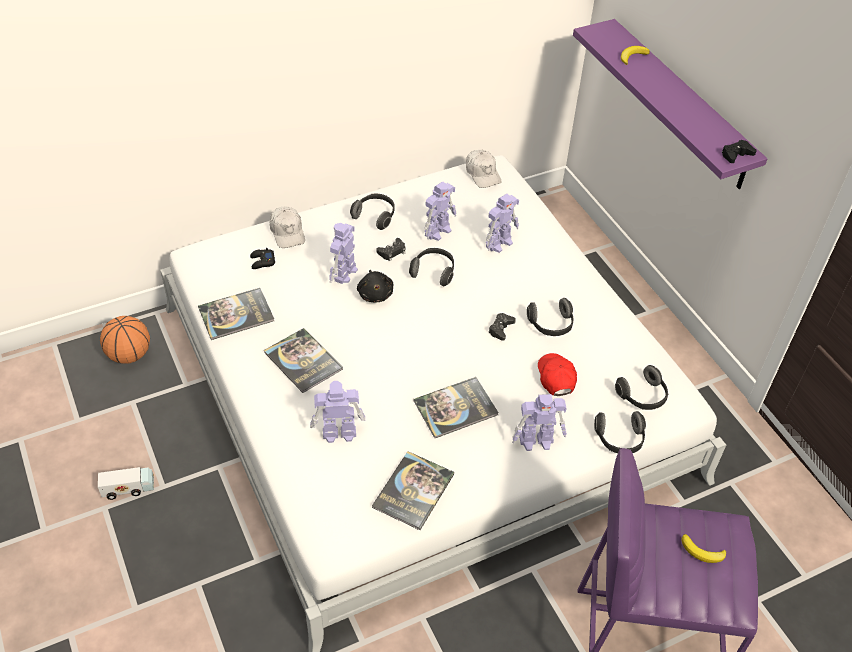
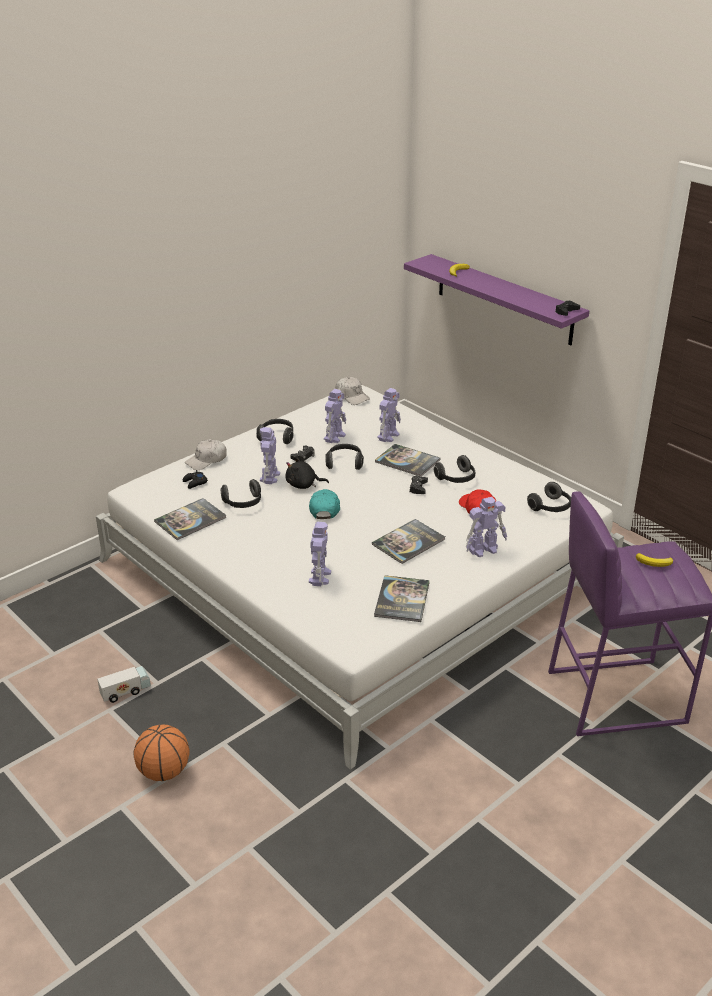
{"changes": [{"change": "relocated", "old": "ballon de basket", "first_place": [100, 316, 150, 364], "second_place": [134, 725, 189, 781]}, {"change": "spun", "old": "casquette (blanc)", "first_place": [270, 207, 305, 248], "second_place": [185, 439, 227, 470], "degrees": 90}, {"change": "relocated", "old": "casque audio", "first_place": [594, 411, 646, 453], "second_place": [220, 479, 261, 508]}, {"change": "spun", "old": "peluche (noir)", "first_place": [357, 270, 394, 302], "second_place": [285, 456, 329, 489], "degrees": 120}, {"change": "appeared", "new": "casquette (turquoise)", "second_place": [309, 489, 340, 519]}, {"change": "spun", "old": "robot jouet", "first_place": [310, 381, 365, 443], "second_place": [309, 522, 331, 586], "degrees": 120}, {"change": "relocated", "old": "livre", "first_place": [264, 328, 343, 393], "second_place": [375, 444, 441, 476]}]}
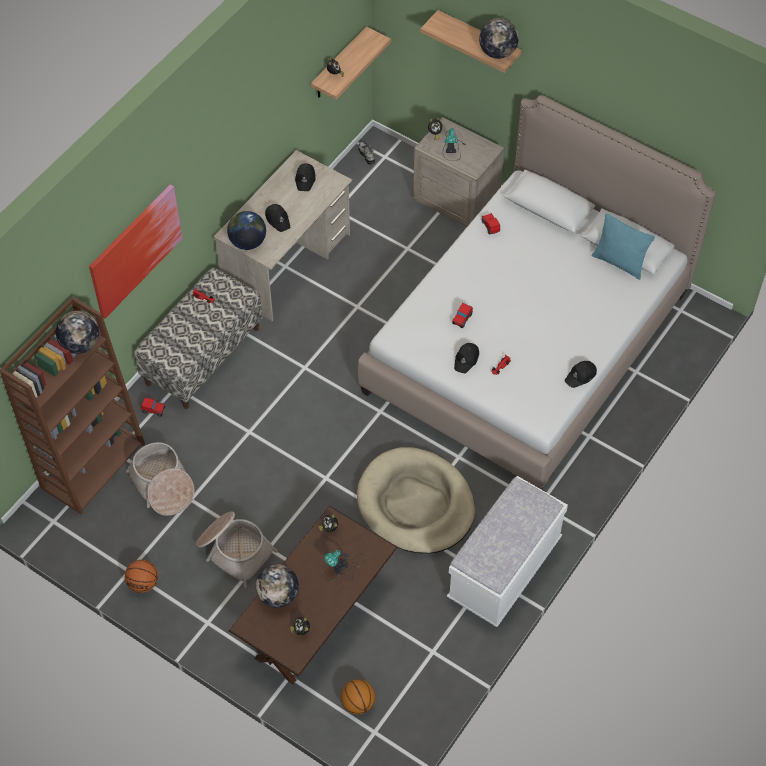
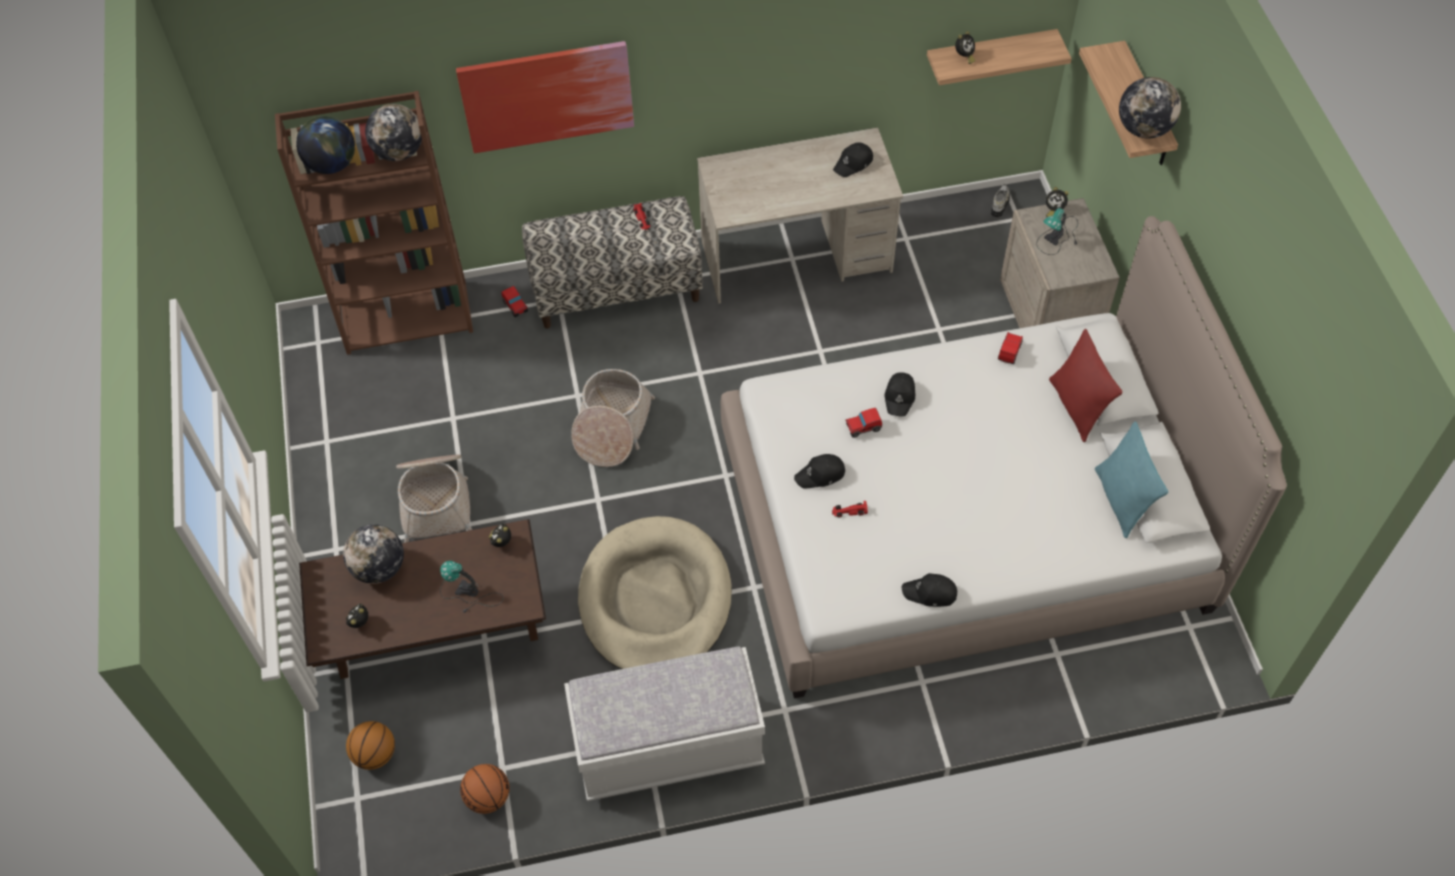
{"changes": [{"change": "relocated", "old": "globe", "first_place": [227, 211, 266, 250], "second_place": [296, 116, 355, 174]}, {"change": "relocated", "old": "ballon de basket", "first_place": [125, 560, 158, 593], "second_place": [460, 764, 509, 814]}, {"change": "relocated", "old": "panier", "first_place": [126, 442, 195, 516], "second_place": [571, 369, 655, 467]}, {"change": "relocated", "old": "casquette (noir)", "first_place": [265, 204, 290, 232], "second_place": [884, 372, 915, 416]}, {"change": "appeared", "new": "coussin (rouge)", "second_place": [1049, 328, 1123, 442]}]}
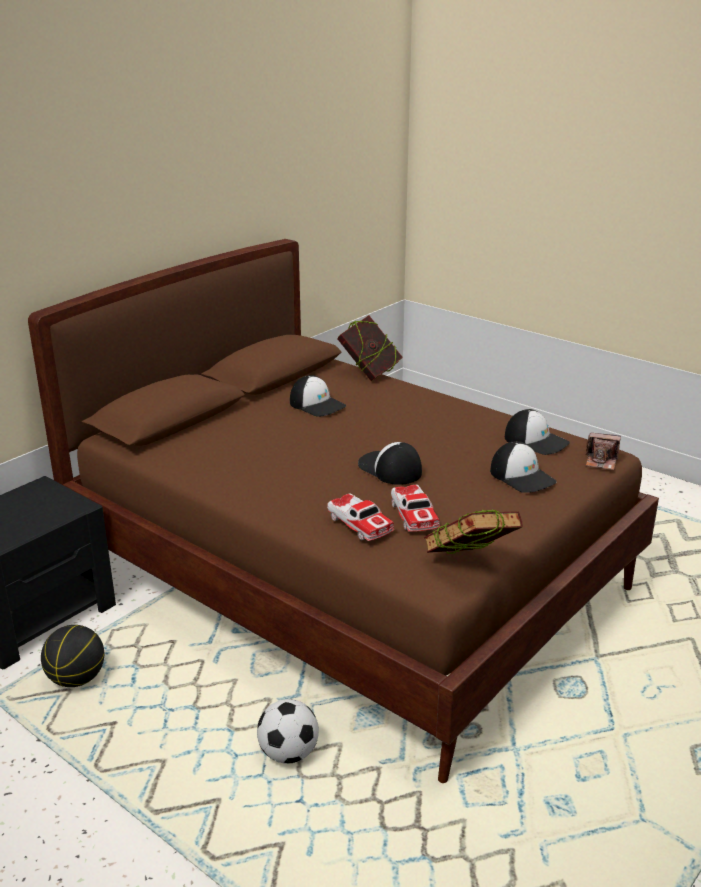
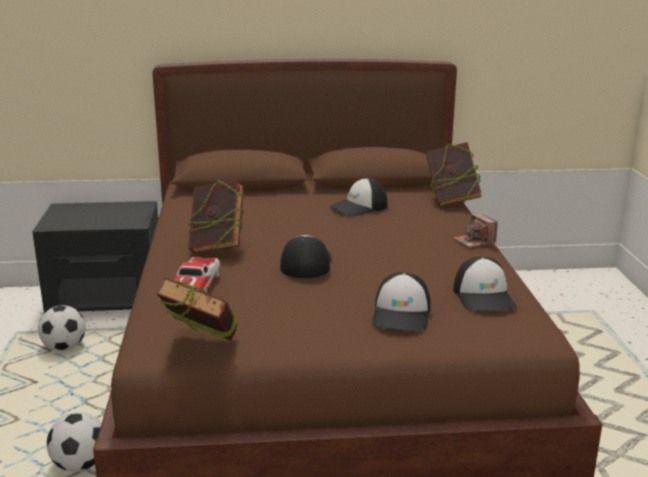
{"changes": [{"change": "exchanged", "old": "ballon de basket", "new": "ballon de foot", "first_place": [41, 625, 104, 687], "second_place": [38, 305, 86, 351]}, {"change": "appeared", "new": "livre", "second_place": [188, 179, 245, 253]}, {"change": "spun", "old": "casquette", "first_place": [290, 375, 346, 417], "second_place": [330, 178, 387, 216], "degrees": 60}, {"change": "relocated", "old": "appareil photo", "first_place": [586, 433, 621, 470], "second_place": [453, 213, 498, 248]}, {"change": "missing", "old": "petite voiture", "first_place": [391, 485, 440, 532]}]}
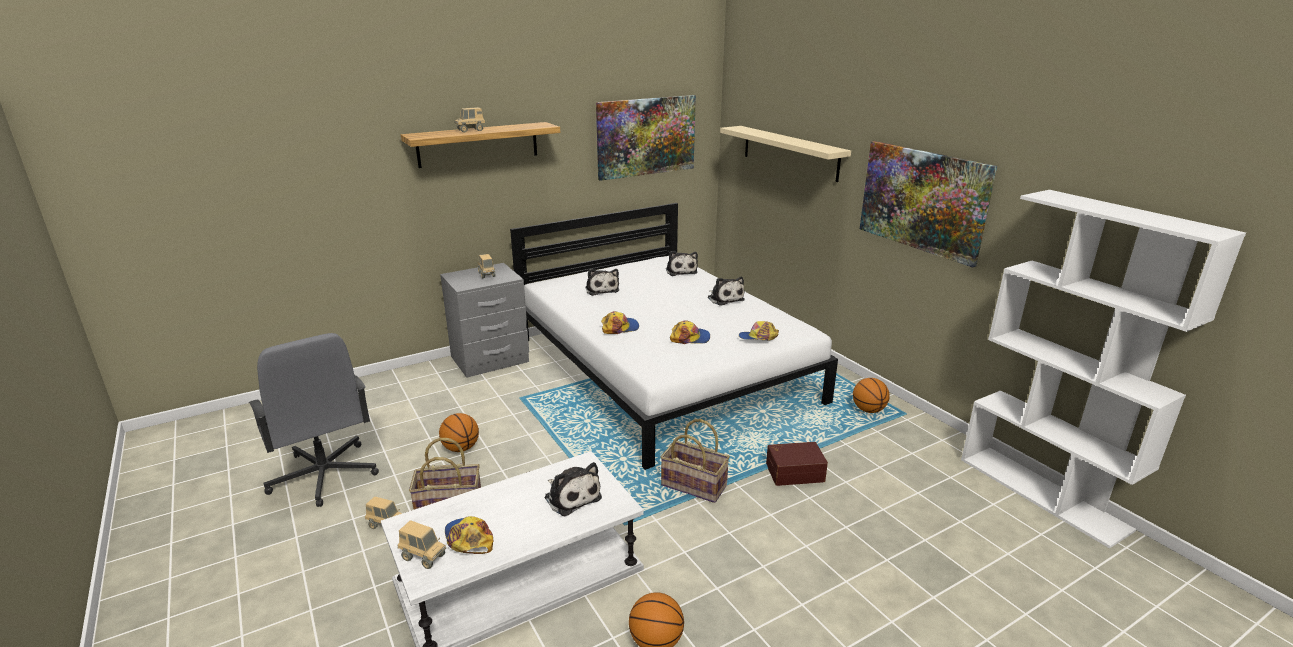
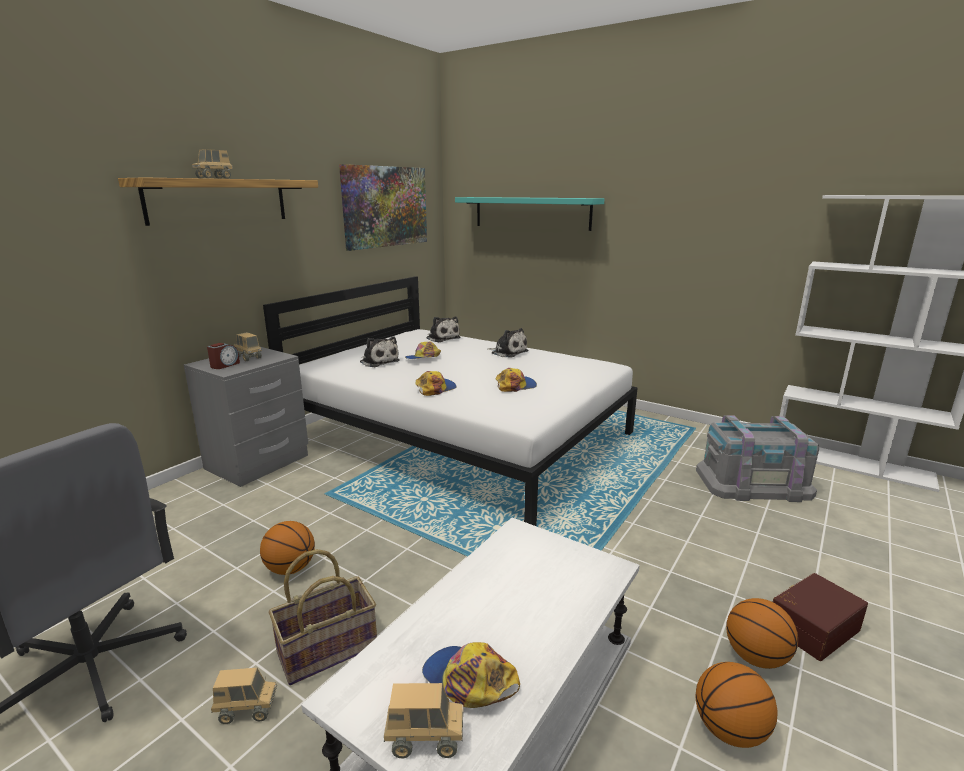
{"changes": [{"change": "appeared", "new": "réveil", "second_place": [207, 343, 240, 369]}, {"change": "relocated", "old": "casquette", "first_place": [739, 321, 779, 340], "second_place": [405, 342, 441, 359]}, {"change": "colour", "old": "étagère (beige)", "new": "étagère (turquoise)", "first_place": [720, 126, 851, 182], "second_place": [455, 197, 604, 231]}, {"change": "appeared", "new": "boîte de rangement (gris)", "second_place": [696, 415, 819, 502]}, {"change": "relocated", "old": "ballon de basket", "first_place": [853, 378, 890, 413], "second_place": [726, 598, 798, 669]}, {"change": "relocated", "old": "boîte de rangement (marron)", "first_place": [766, 442, 828, 486], "second_place": [773, 573, 868, 661]}, {"change": "missing", "old": "peluche", "first_place": [544, 462, 602, 516]}, {"change": "missing", "old": "panier", "first_place": [660, 419, 730, 503]}, {"change": "missing", "old": "tableau", "first_place": [860, 141, 997, 268]}]}
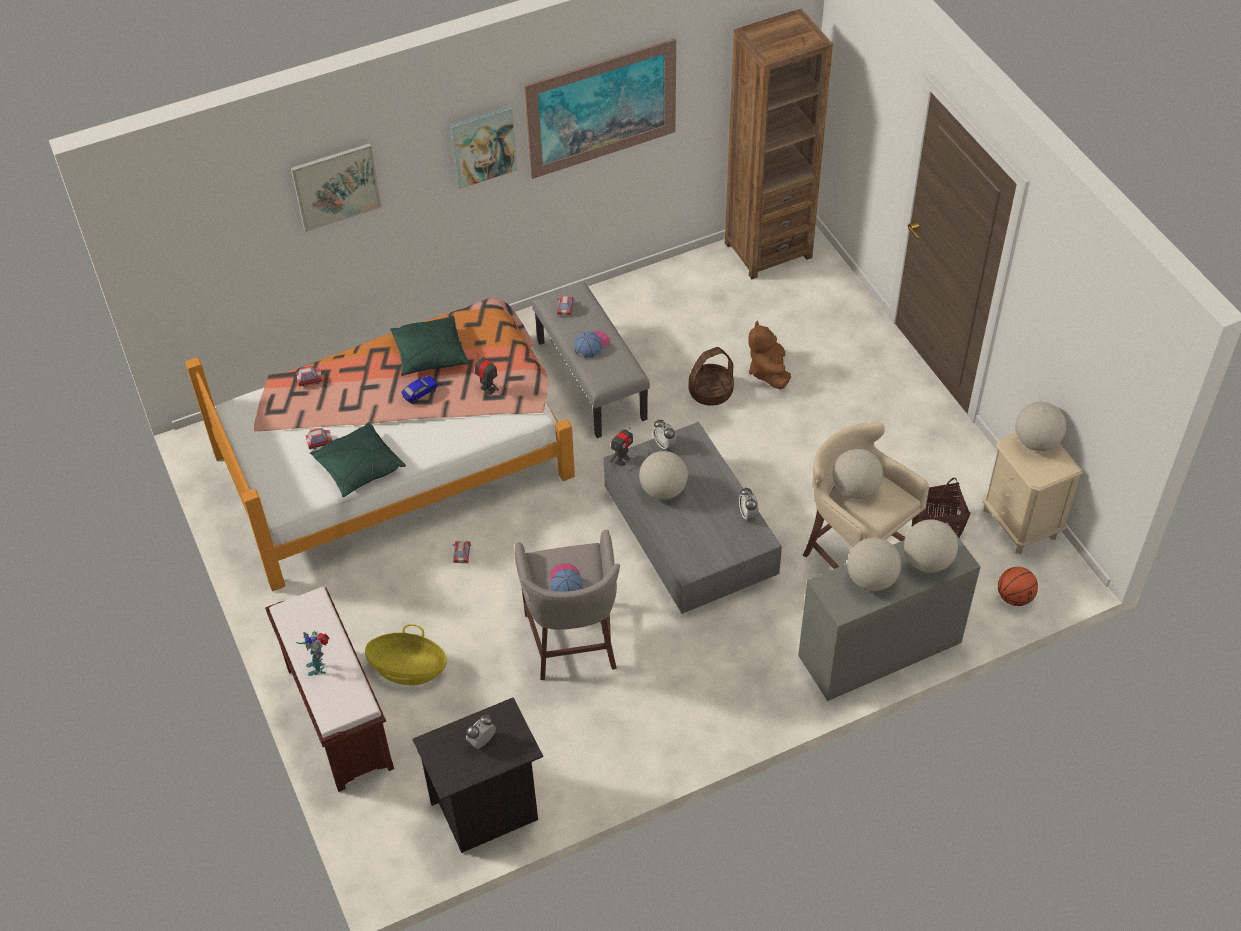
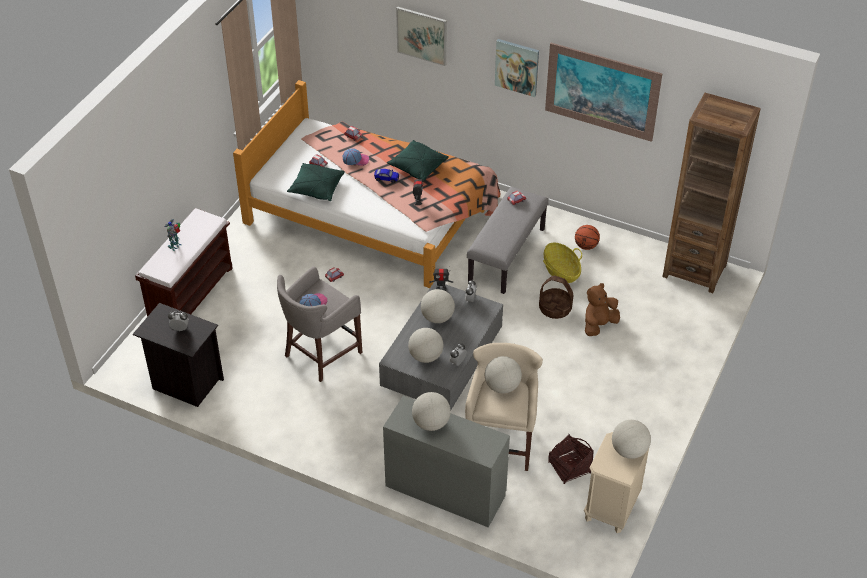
{"changes": [{"change": "relocated", "old": "casquette", "first_place": [574, 331, 610, 358], "second_place": [342, 148, 369, 166]}, {"change": "relocated", "old": "globe", "first_place": [904, 520, 958, 573], "second_place": [408, 328, 443, 363]}, {"change": "relocated", "old": "panier", "first_place": [365, 624, 447, 685], "second_place": [543, 243, 582, 283]}, {"change": "relocated", "old": "ballon de basket", "first_place": [998, 567, 1038, 606], "second_place": [575, 225, 600, 250]}]}
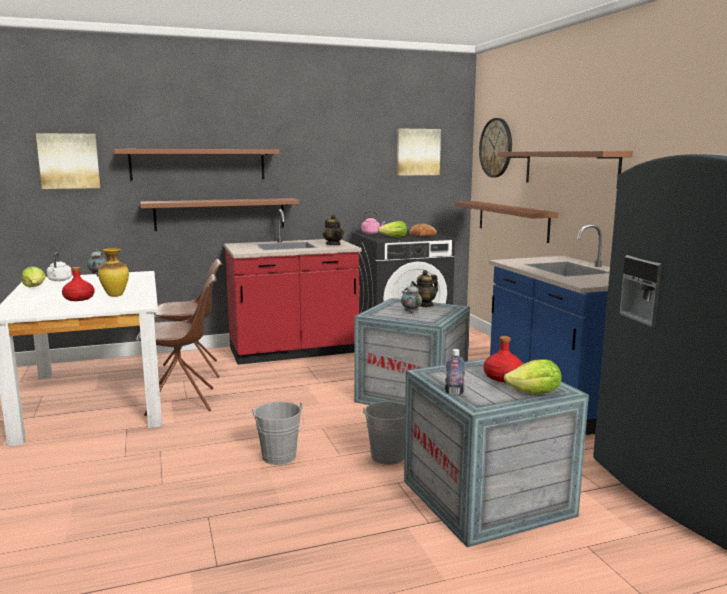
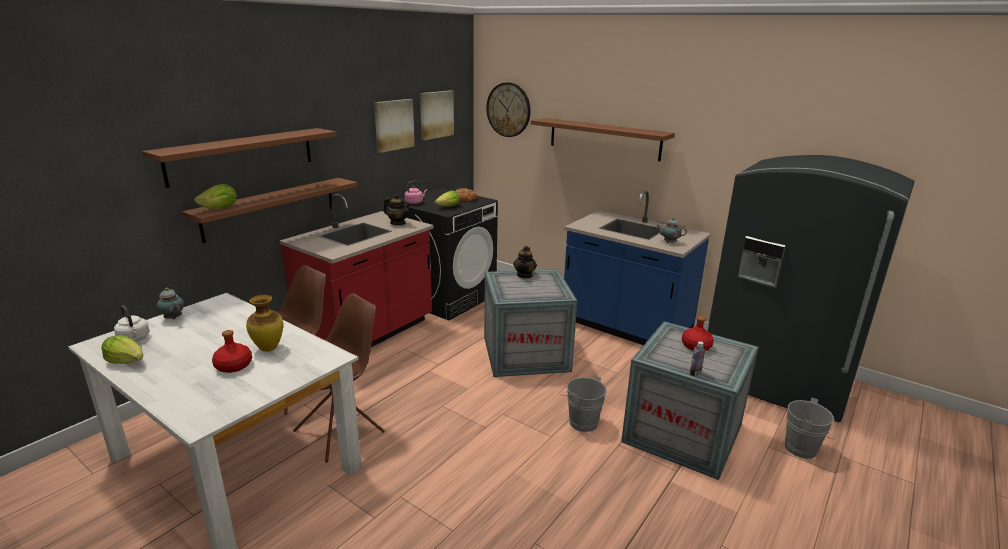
{"changes": [{"change": "relocated", "old": "laitue", "first_place": [504, 359, 561, 394], "second_place": [194, 184, 237, 209]}, {"change": "relocated", "old": "tableau", "first_place": [36, 133, 100, 189], "second_place": [374, 99, 415, 153]}, {"change": "relocated", "old": "théière", "first_place": [401, 284, 422, 314], "second_place": [656, 218, 687, 243]}, {"change": "relocated", "old": "seau (gris)", "first_place": [252, 401, 304, 465], "second_place": [785, 398, 839, 459]}, {"change": "missing", "old": "étagère (marron)", "first_place": [455, 201, 558, 243]}]}
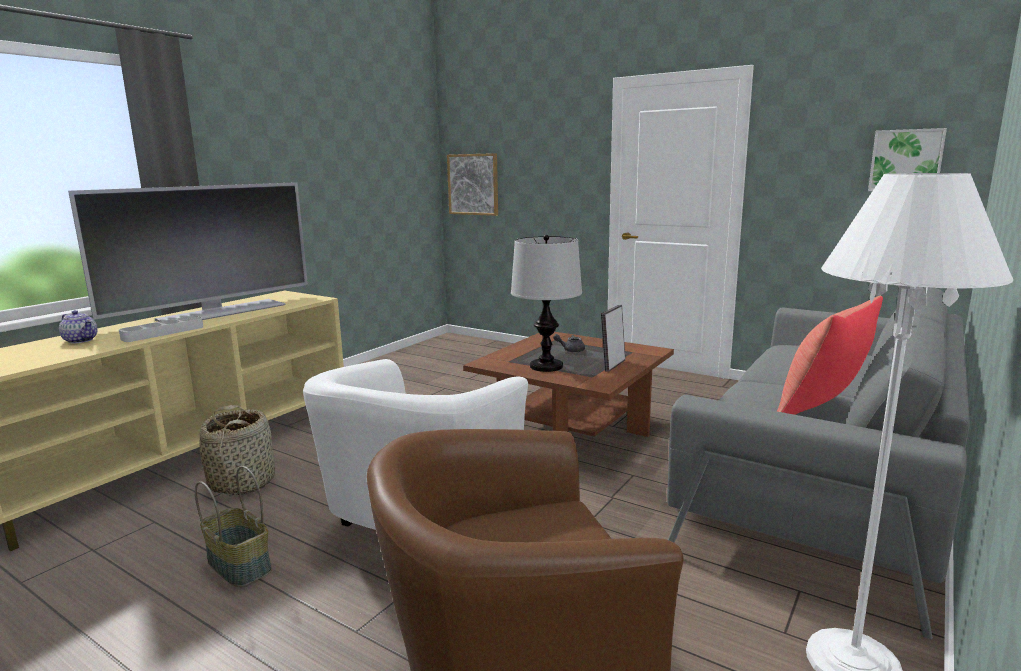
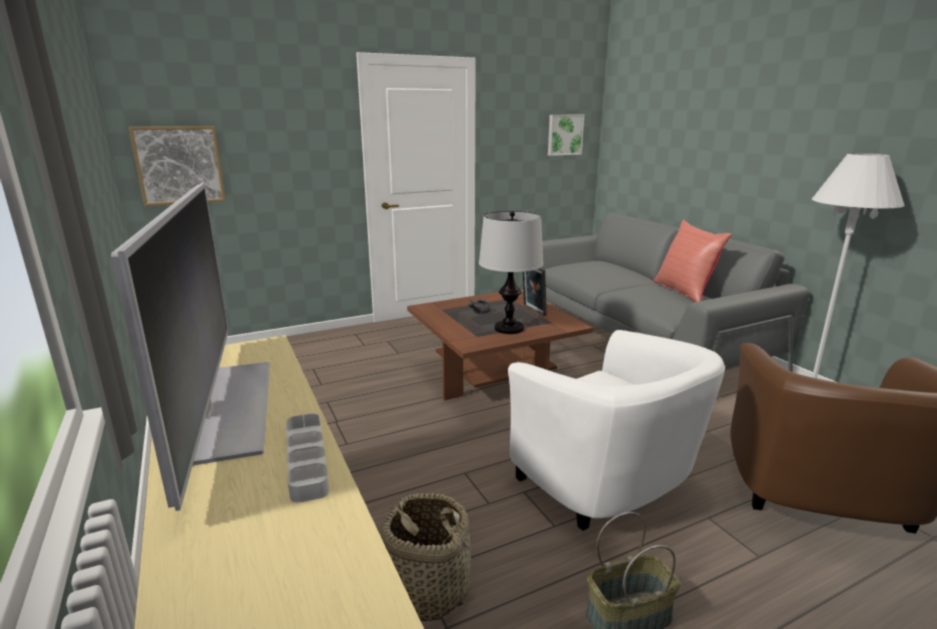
{"changes": [{"change": "missing", "old": "théière", "first_place": [59, 310, 98, 344]}]}
